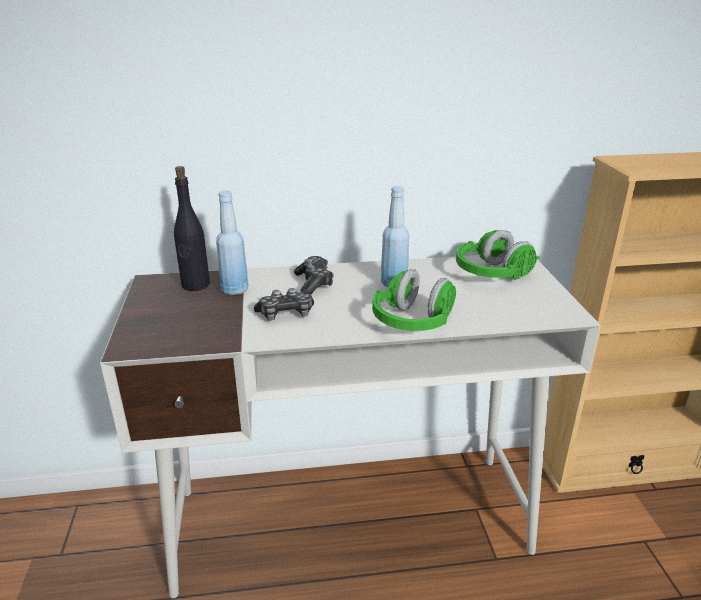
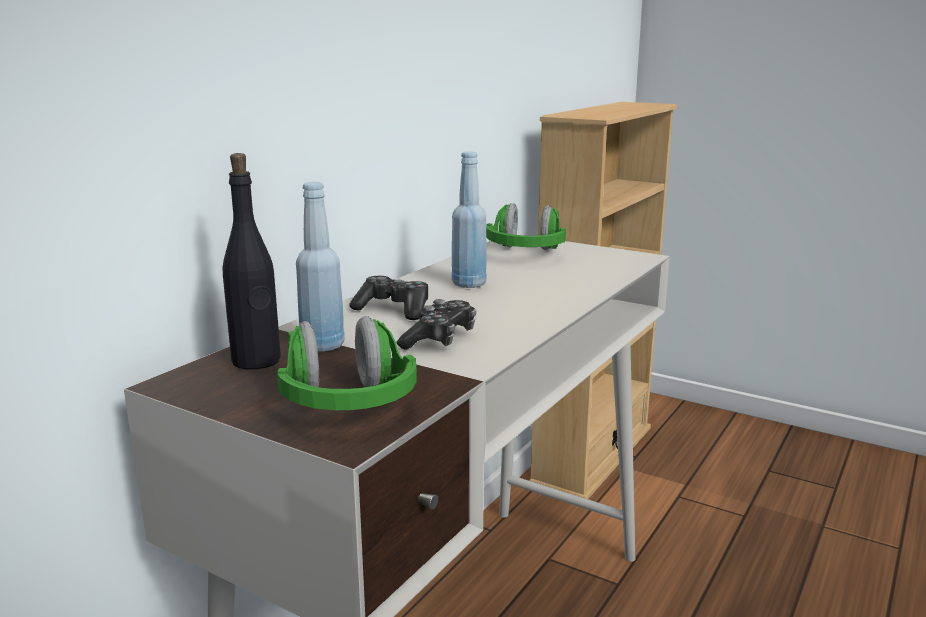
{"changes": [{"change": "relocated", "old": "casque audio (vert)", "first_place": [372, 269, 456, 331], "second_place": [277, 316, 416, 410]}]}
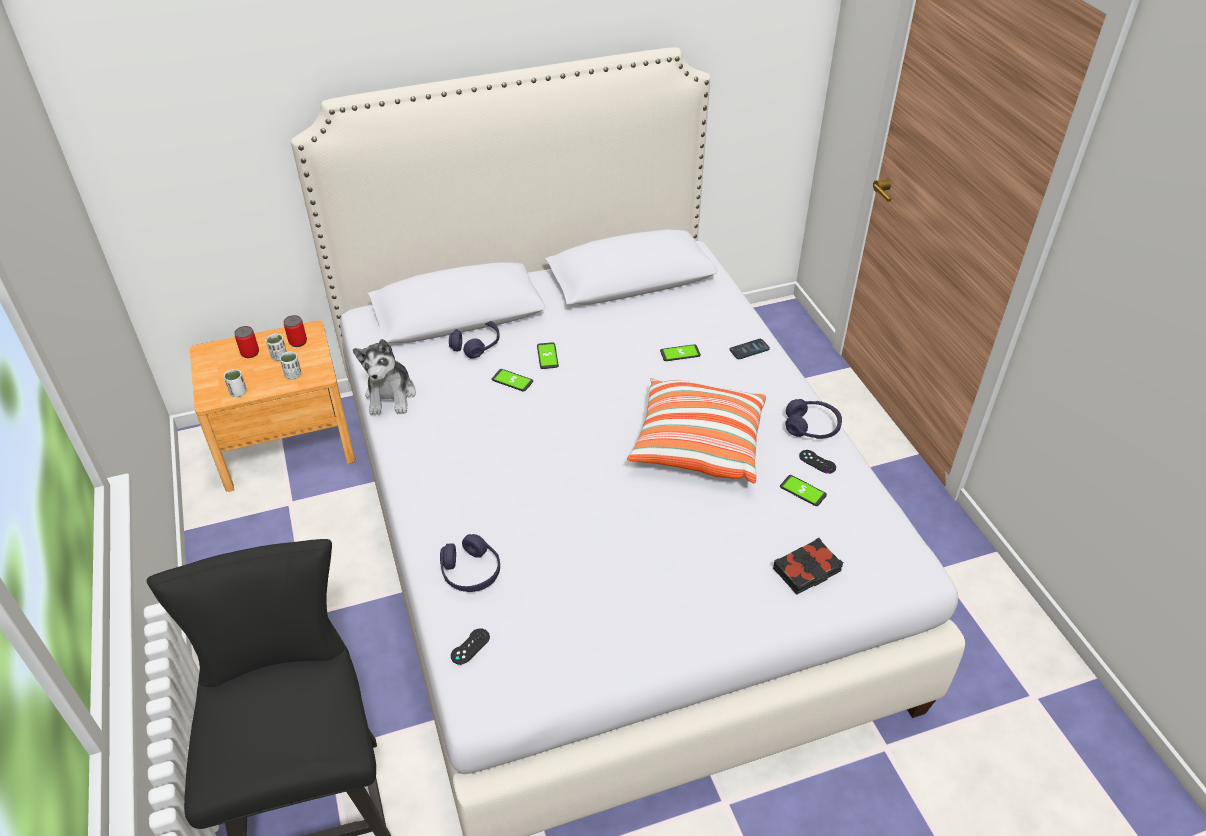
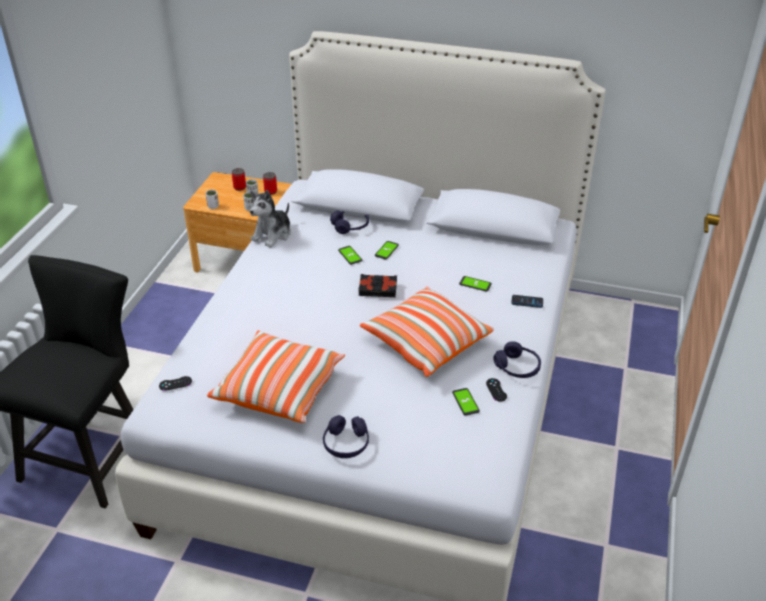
{"changes": [{"change": "appeared", "new": "coussin", "second_place": [207, 330, 345, 423]}, {"change": "relocated", "old": "casque audio (violet)", "first_place": [440, 534, 500, 592], "second_place": [323, 415, 369, 458]}, {"change": "relocated", "old": "livre (noir)", "first_place": [773, 538, 843, 595], "second_place": [359, 274, 397, 297]}]}
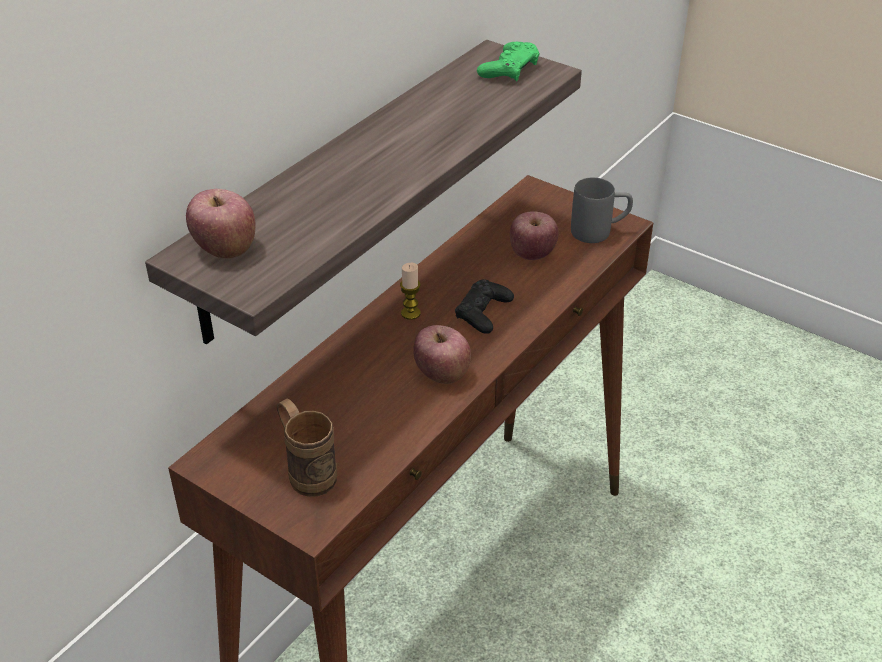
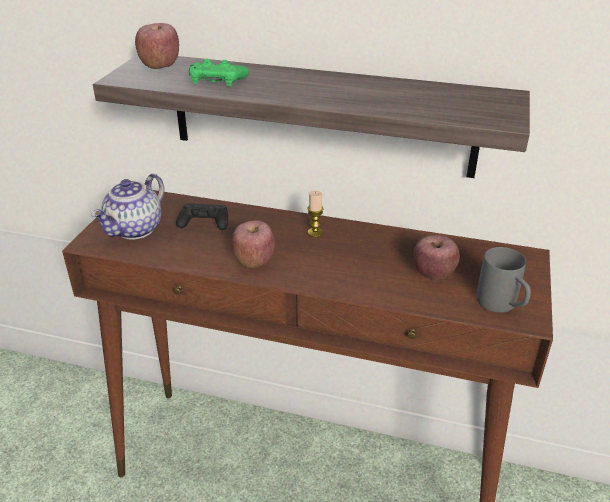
{"changes": [{"change": "exchanged", "old": "mug (marron)", "new": "théière", "first_place": [277, 399, 337, 497], "second_place": [91, 174, 164, 240]}, {"change": "relocated", "old": "manette (noir)", "first_place": [455, 279, 514, 334], "second_place": [176, 203, 228, 230]}, {"change": "relocated", "old": "manette (vert)", "first_place": [477, 42, 539, 81], "second_place": [189, 58, 249, 87]}]}
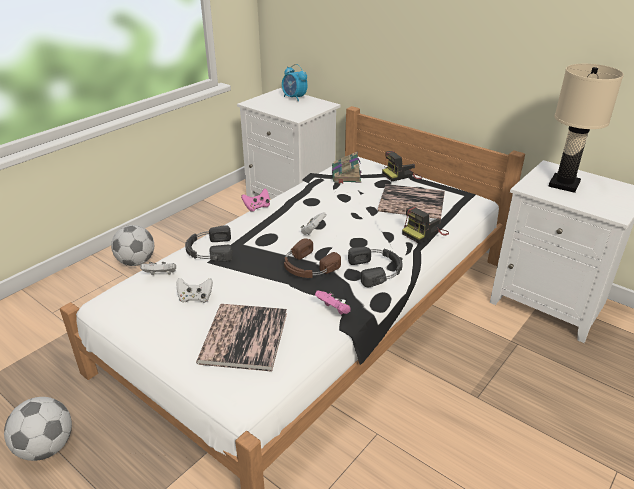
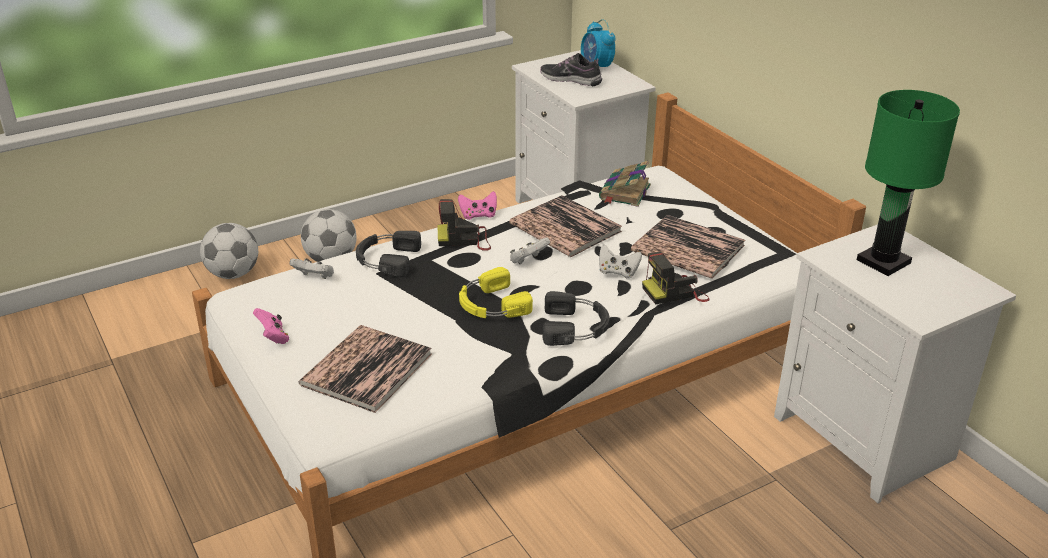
{"changes": [{"change": "relocated", "old": "ballon de foot", "first_place": [4, 397, 72, 461], "second_place": [200, 223, 258, 279]}, {"change": "relocated", "old": "manette (rose)", "first_place": [315, 290, 351, 315], "second_place": [253, 308, 289, 344]}, {"change": "relocated", "old": "appareil photo", "first_place": [382, 151, 422, 182], "second_place": [437, 199, 491, 251]}, {"change": "colour", "old": "casque audio (marron)", "new": "casque audio (jaune)", "first_place": [284, 238, 341, 278], "second_place": [459, 267, 533, 318]}, {"change": "appeared", "new": "livre", "second_place": [509, 195, 622, 257]}, {"change": "appeared", "new": "chaussure", "second_place": [540, 53, 602, 86]}, {"change": "relocated", "old": "manette (blanc)", "first_place": [176, 278, 213, 303], "second_place": [599, 244, 642, 278]}, {"change": "colour", "old": "lampe de table (beige)", "new": "lampe de table (vert)", "first_place": [548, 64, 624, 193], "second_place": [857, 90, 960, 276]}]}
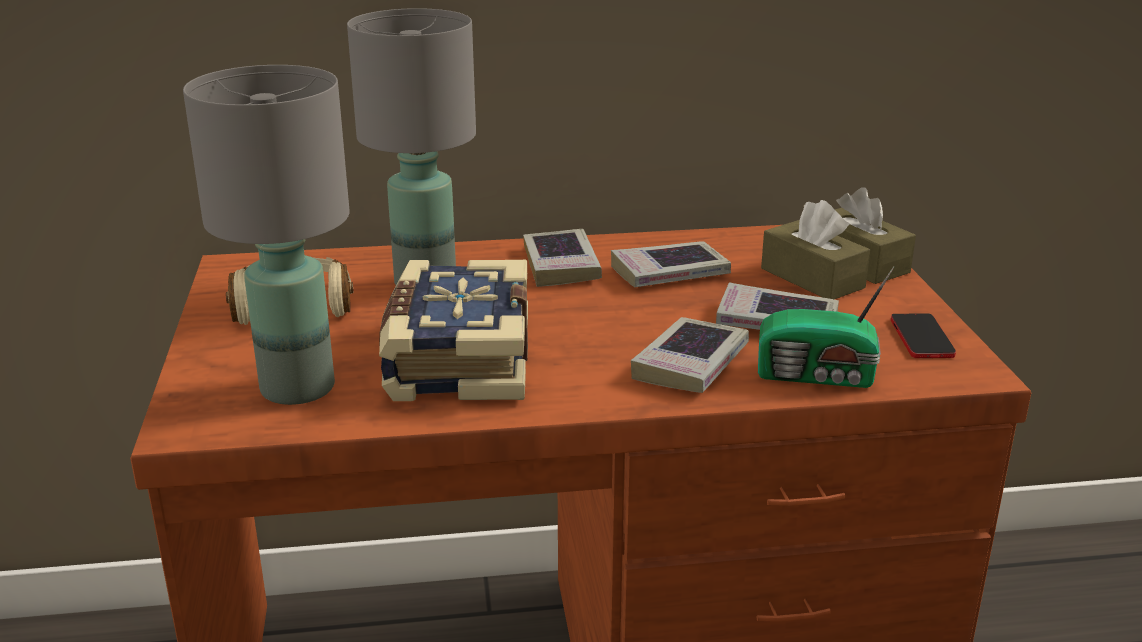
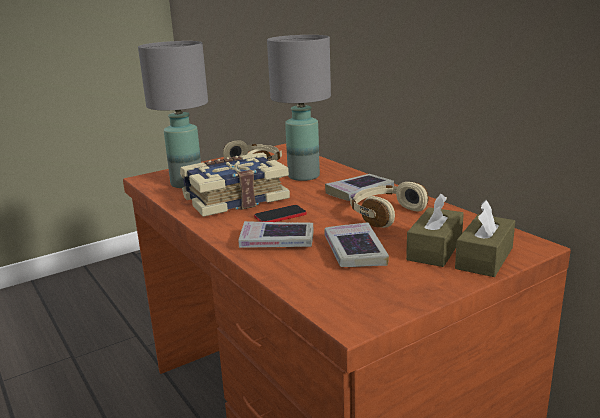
{"changes": [{"change": "relocated", "old": "téléphone", "first_place": [891, 314, 956, 358], "second_place": [254, 205, 307, 222]}, {"change": "exchanged", "old": "livre", "new": "casque audio (beige)", "first_place": [611, 241, 731, 287], "second_place": [350, 182, 429, 228]}, {"change": "missing", "old": "radio", "first_place": [758, 267, 894, 388]}]}
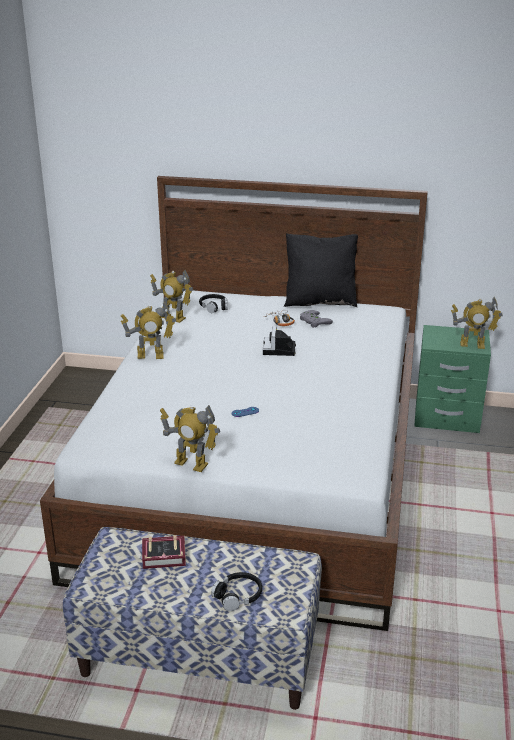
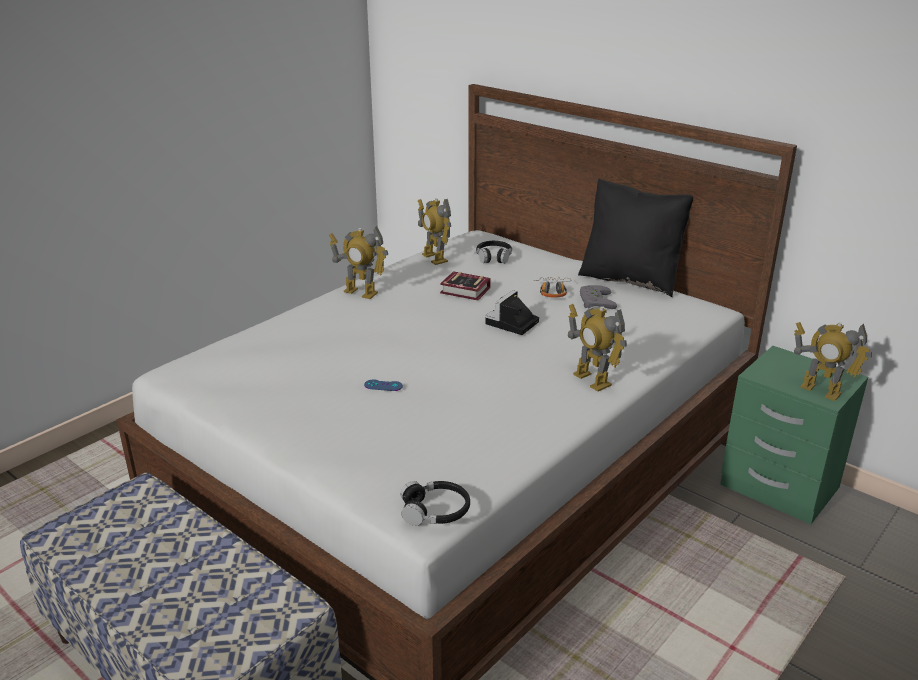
{"changes": [{"change": "relocated", "old": "casque audio (noir)", "first_place": [211, 572, 262, 611], "second_place": [401, 481, 470, 526]}, {"change": "relocated", "old": "livre", "first_place": [142, 535, 186, 569], "second_place": [440, 271, 491, 300]}, {"change": "relocated", "old": "robot jouet", "first_place": [160, 405, 220, 472], "second_place": [568, 304, 627, 391]}]}
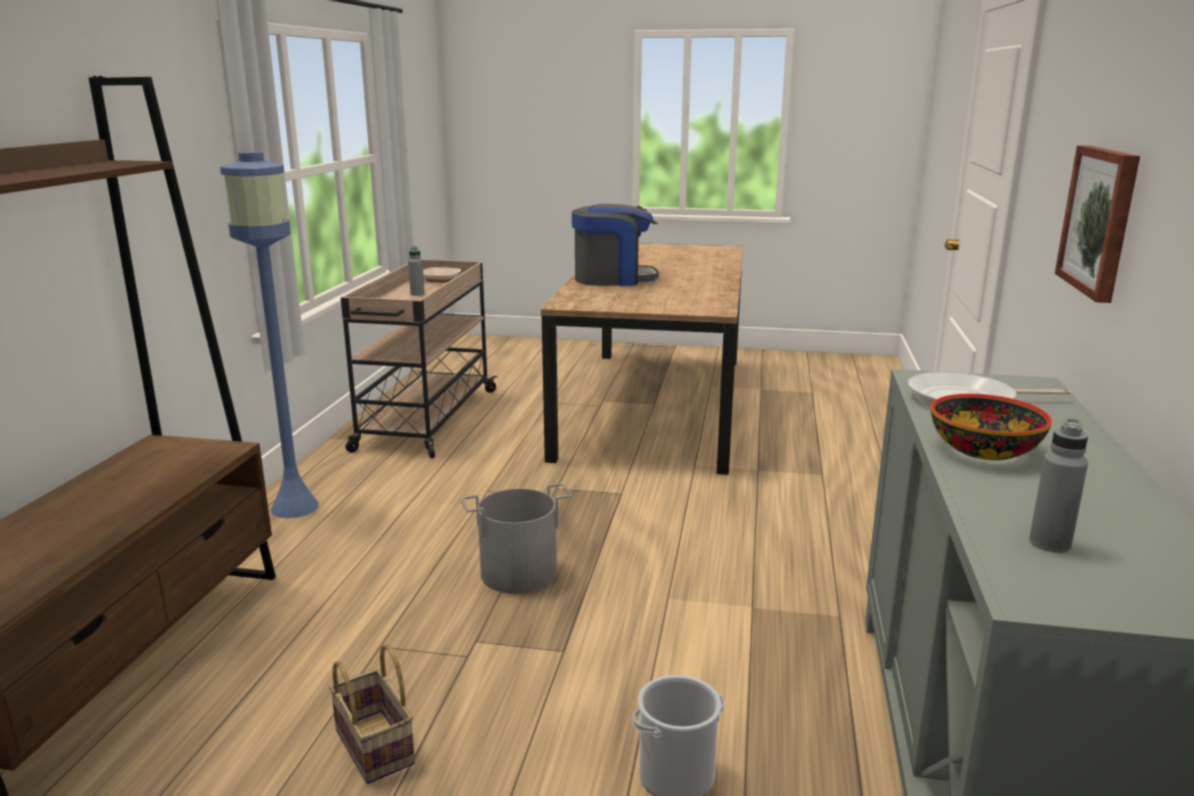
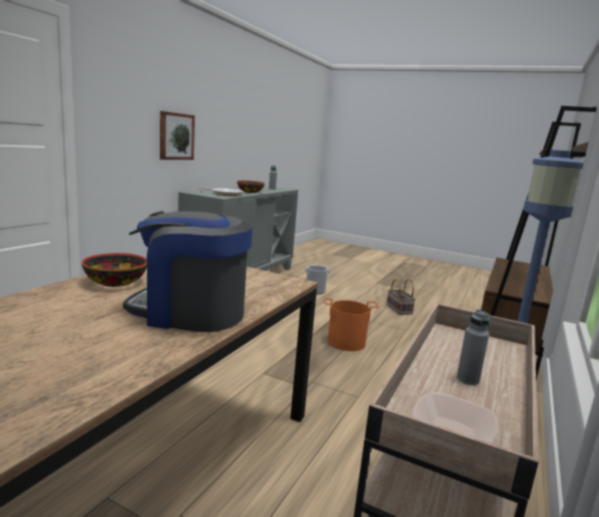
{"changes": [{"change": "appeared", "new": "bol", "second_place": [82, 253, 147, 287]}, {"change": "colour", "old": "seau (gris)", "new": "seau (orange)", "first_place": [461, 483, 572, 594], "second_place": [324, 298, 379, 351]}]}
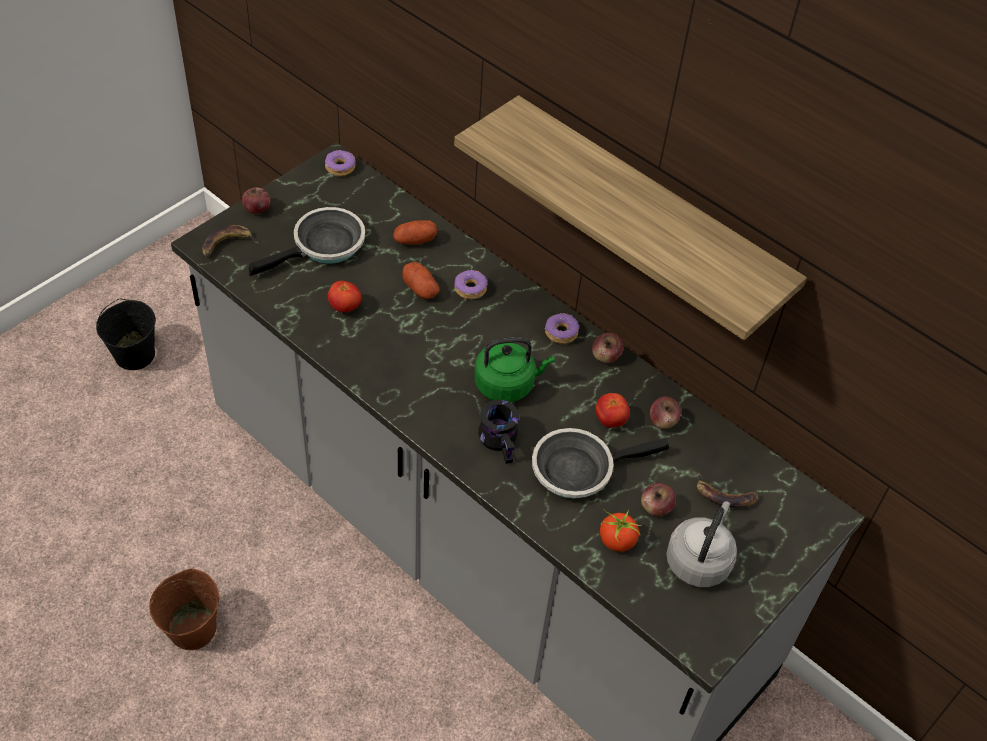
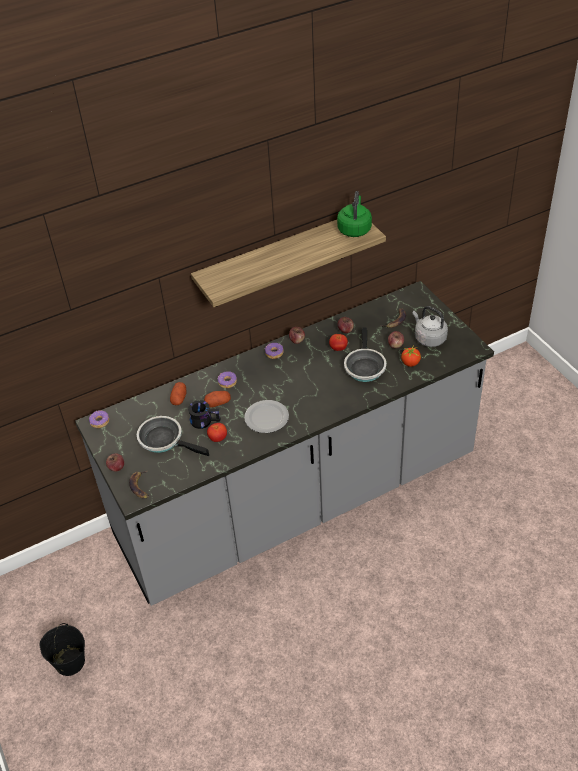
{"changes": [{"change": "spun", "old": "poêle", "first_place": [249, 207, 365, 276], "second_place": [137, 416, 209, 456], "degrees": -45}, {"change": "relocated", "old": "mug (noir)", "first_place": [478, 400, 519, 464], "second_place": [188, 400, 220, 429]}, {"change": "appeared", "new": "assiette", "second_place": [244, 400, 289, 433]}, {"change": "relocated", "old": "bouilloire (vert)", "first_place": [474, 337, 555, 402], "second_place": [337, 191, 372, 237]}, {"change": "missing", "old": "seau (marron)", "first_place": [149, 569, 219, 650]}]}
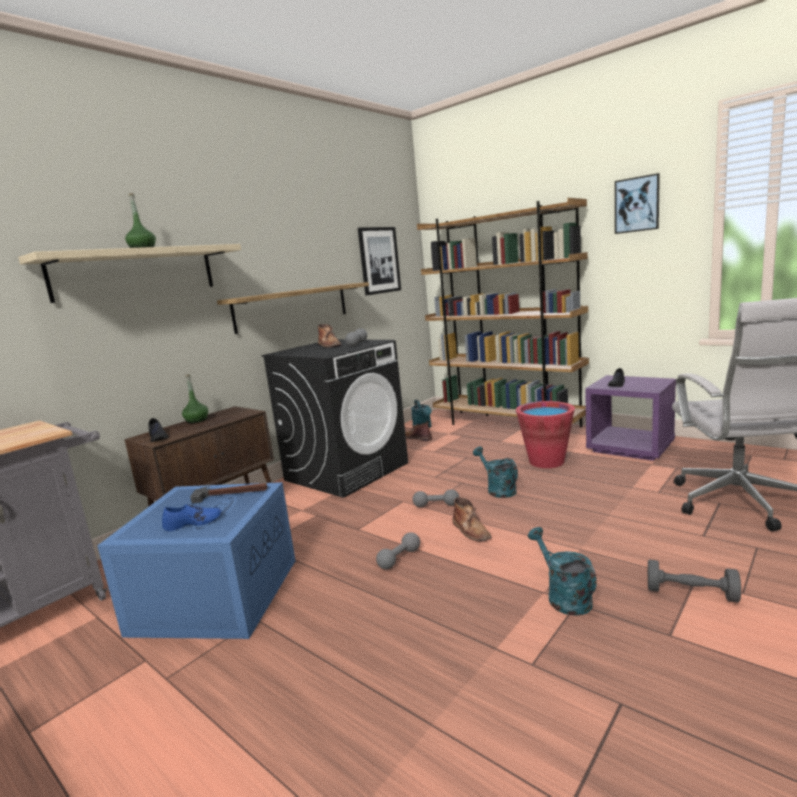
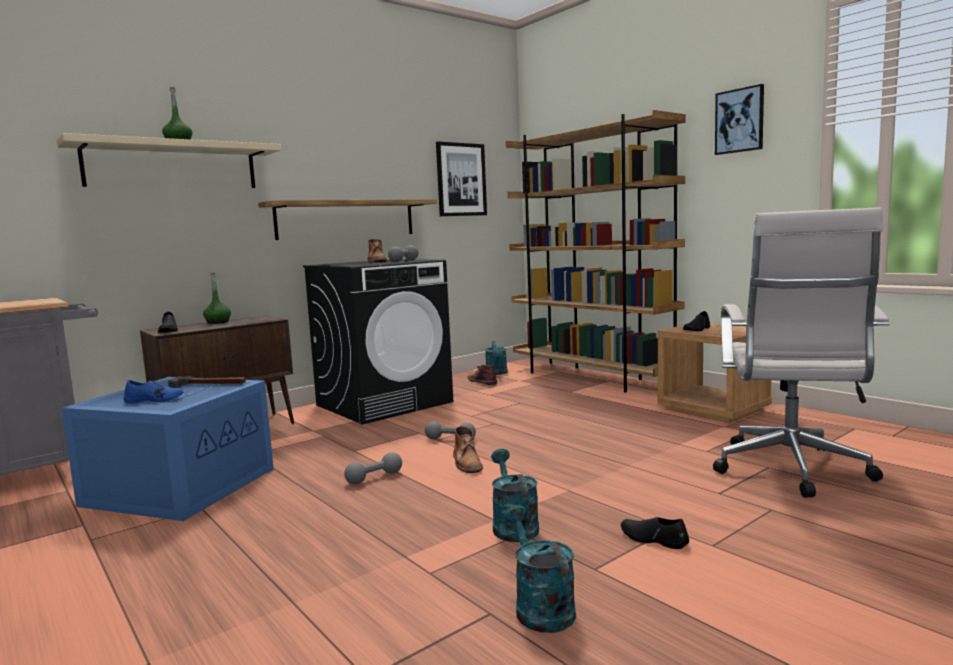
{"changes": [{"change": "relocated", "old": "arrosoir (turquoise)", "first_place": [473, 447, 518, 498], "second_place": [504, 505, 576, 633]}, {"change": "exchanged", "old": "haltère (gris)", "new": "chaussure (noir)", "first_place": [648, 560, 741, 603], "second_place": [621, 517, 689, 549]}, {"change": "colour", "old": "table de chevet (violet)", "new": "table de chevet (marron)", "first_place": [585, 375, 676, 461], "second_place": [658, 323, 772, 423]}, {"change": "missing", "old": "seau (rouge)", "first_place": [516, 401, 575, 468]}]}
